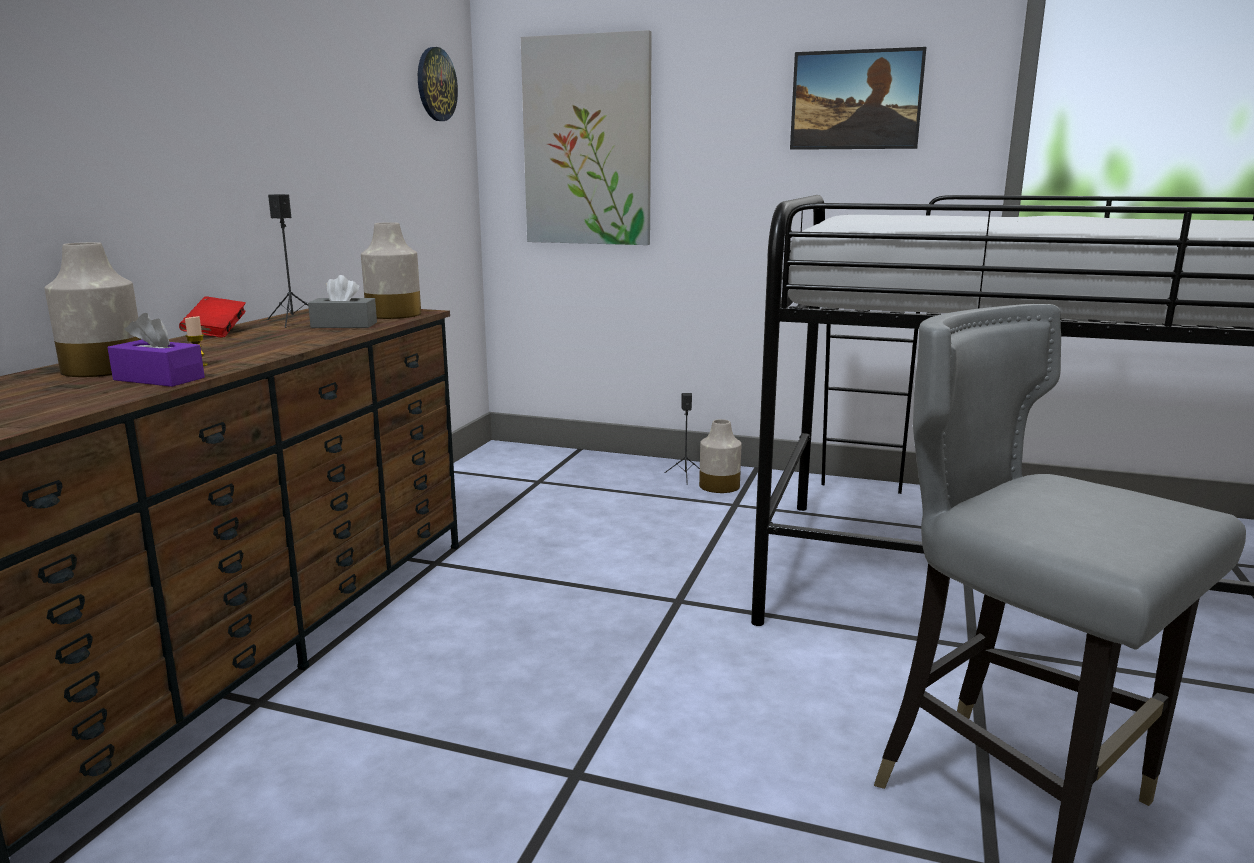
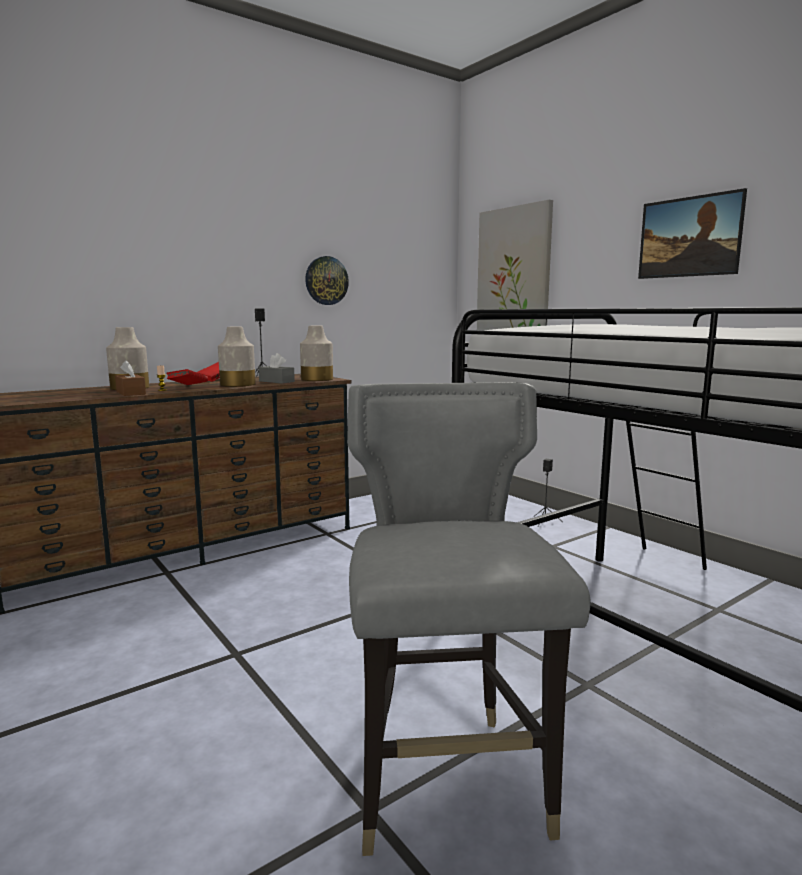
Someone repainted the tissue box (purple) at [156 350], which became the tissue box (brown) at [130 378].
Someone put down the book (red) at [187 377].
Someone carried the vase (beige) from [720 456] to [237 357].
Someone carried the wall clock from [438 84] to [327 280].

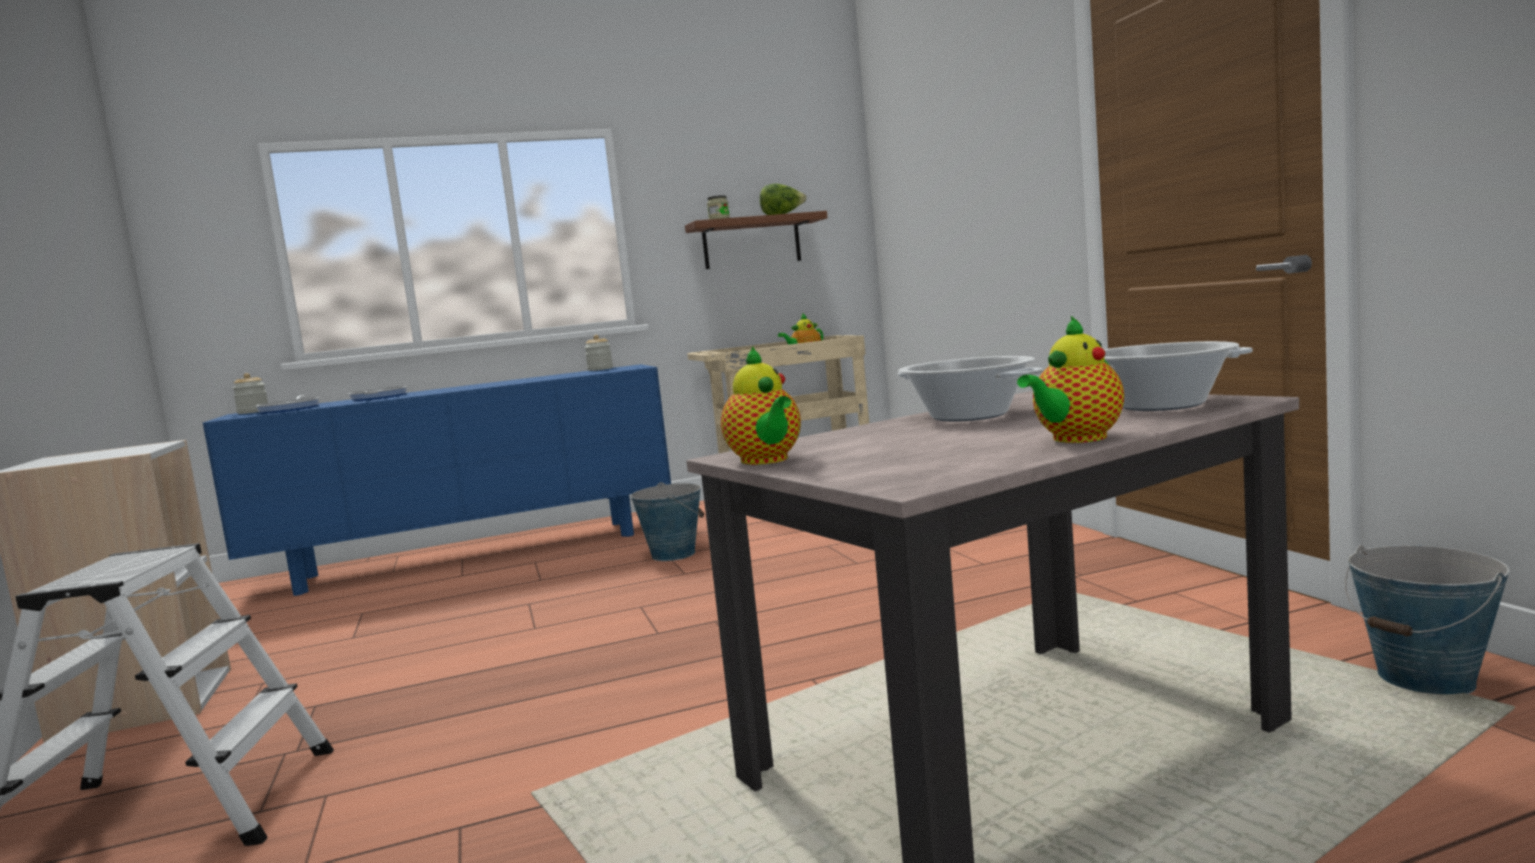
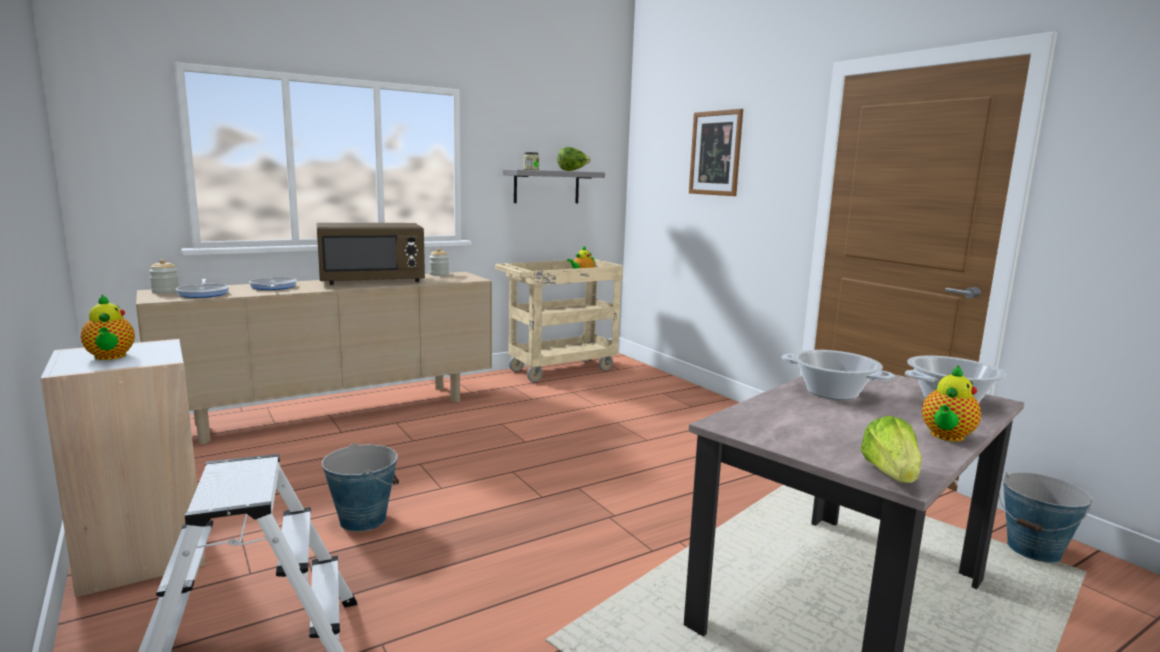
Someone carried the teapot from [761 406] to [108 327].
Someone repainted the cabinet (blue) at [437 480], which became the cabinet (beige) at [314 358].
Someone put down the microwave (brown) at [371 254].
Someone carried the bucket from [668 521] to [360 487].
Someone repainted the shelf (brown) at [756 240], which became the shelf (grey) at [554 186].
Someone put up the picture at [716 152].
Someone put down the lettuce at [891 449].

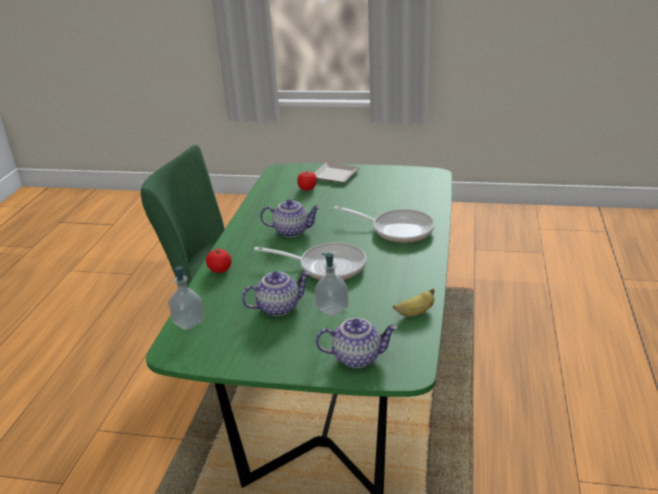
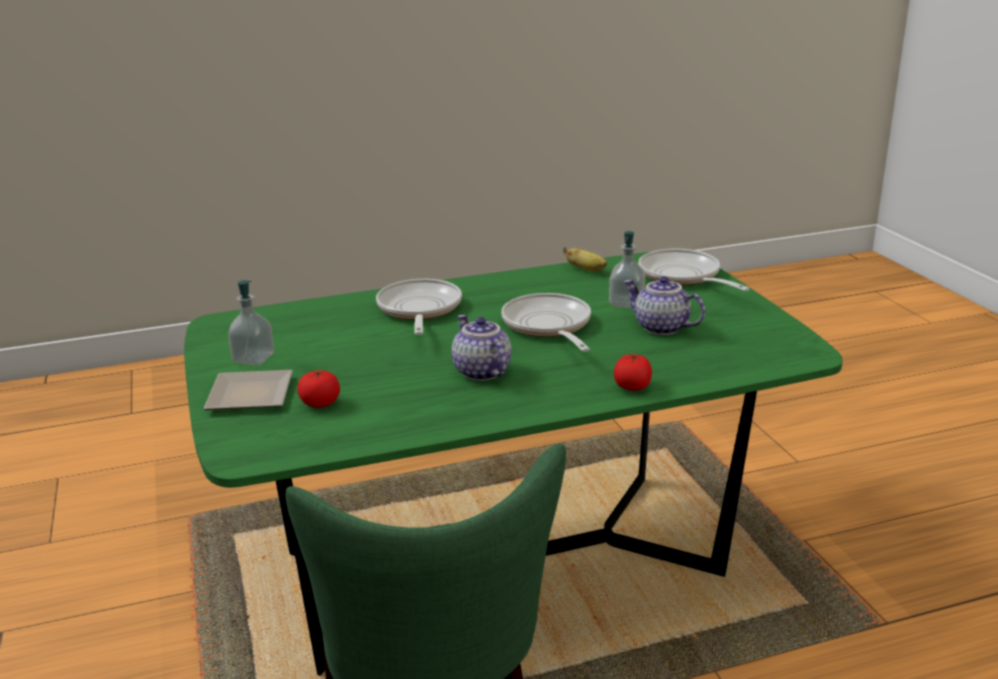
Someone carried the soap dispenser from [186 298] to [251 323].
Someone swapped the teapot at [357 343] for the frying pan at [694 270].

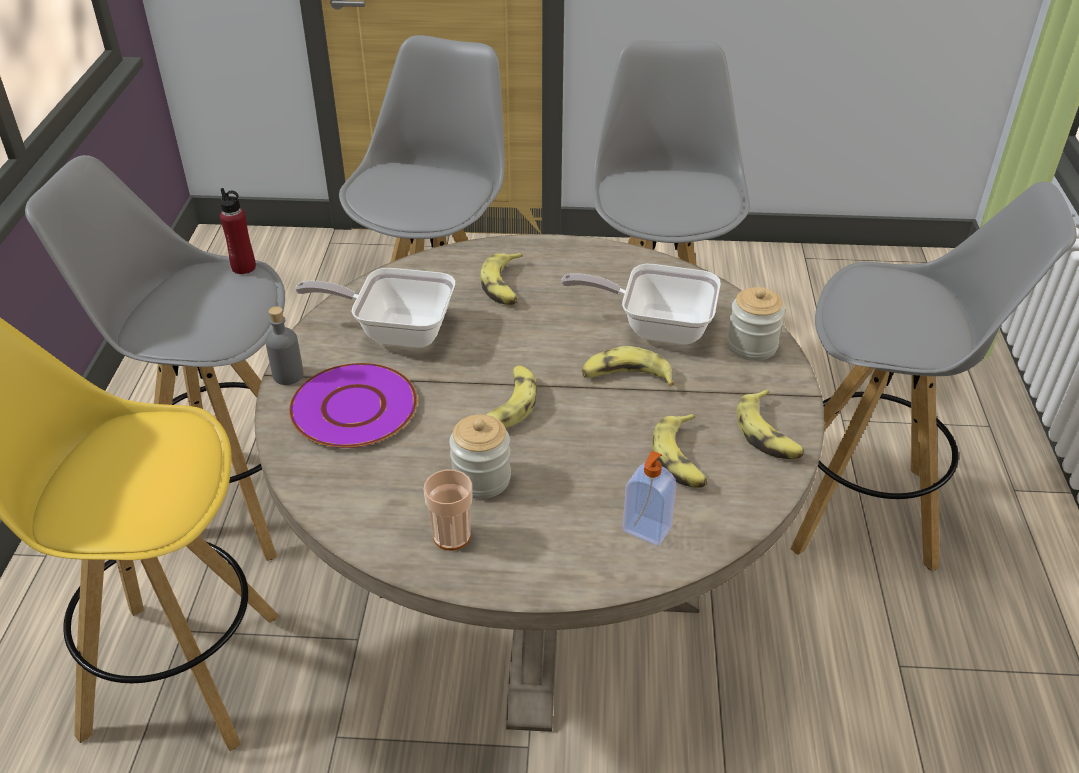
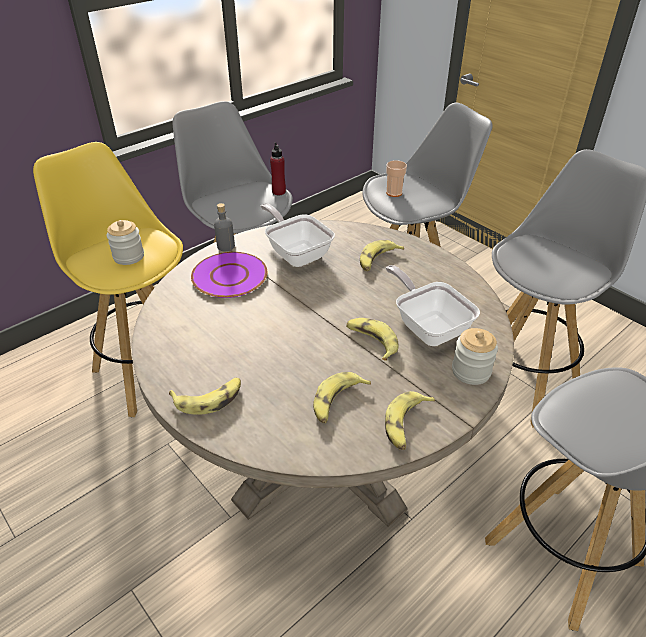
Someone carried the jar from [480 457] to [125 242].
Someone carried the banana from [504 396] to [205 396].
Someone carried the cup from [448 510] to [396 178].
Someone took away the soap dispenser at [650 498].

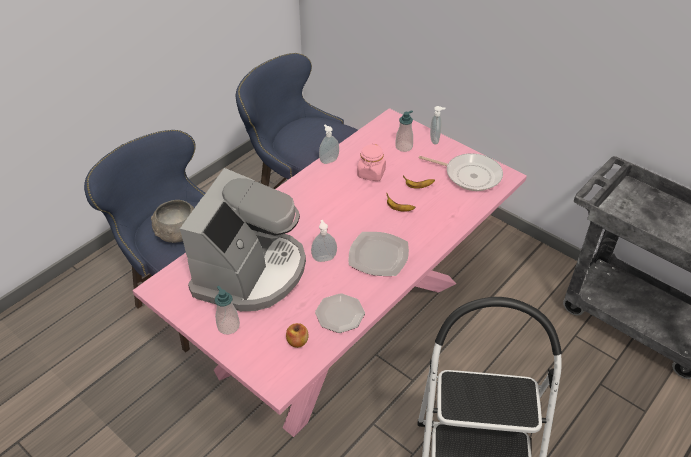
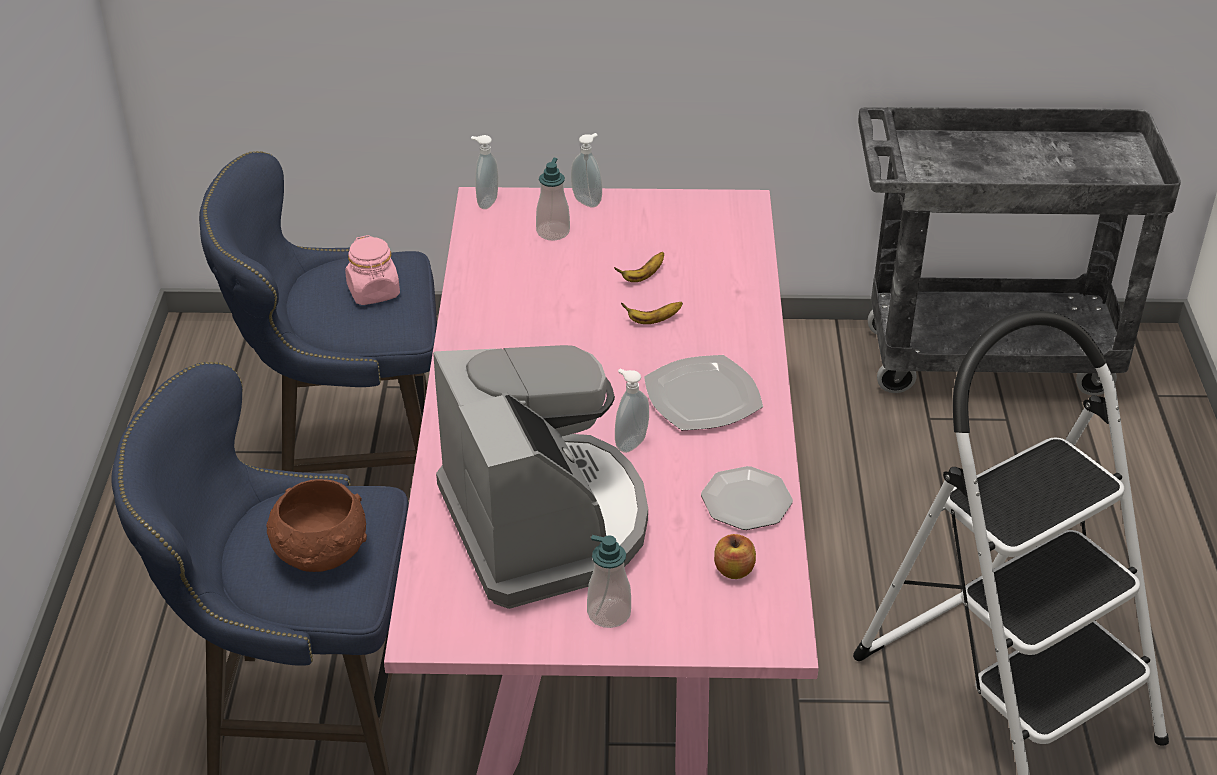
Someone repainted the bowl (grey) at [172 221], which became the bowl (brown) at [316 525].
Someone carried the jar (pink) from [371 162] to [372 270].
Someone carried the soap dispenser from [329 144] to [484 172].
Someone took away the frying pan at [460 172].

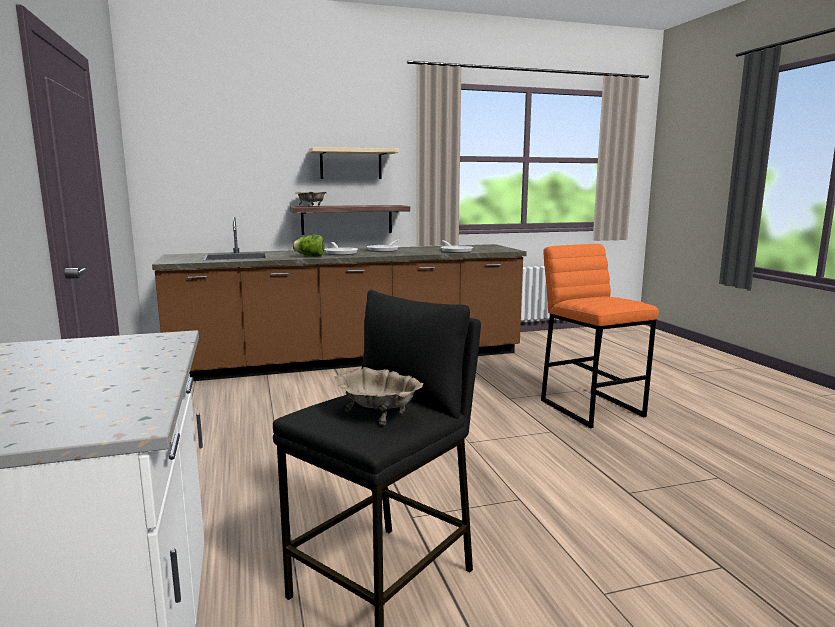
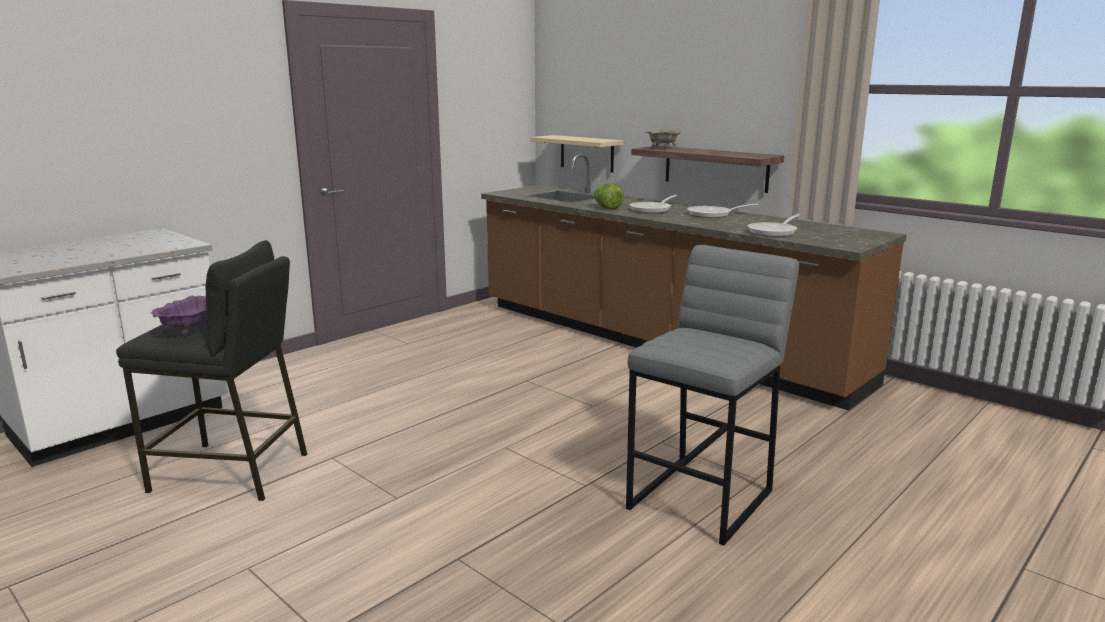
Someone repainted the bowl (beige) at [379 396], which became the bowl (purple) at [179 316].
Someone carried the shelf (beige) from [354 163] to [577 154].
Someone repainted the stool (orange) at [600 336], which became the stool (grey) at [712 395].

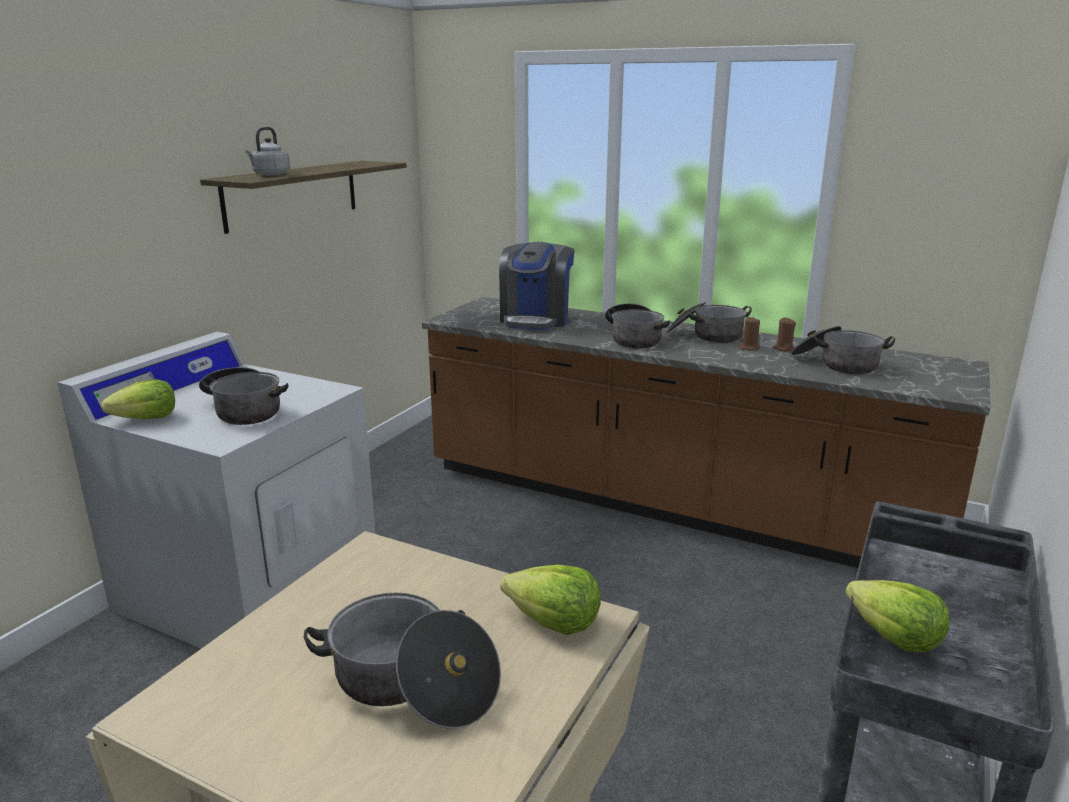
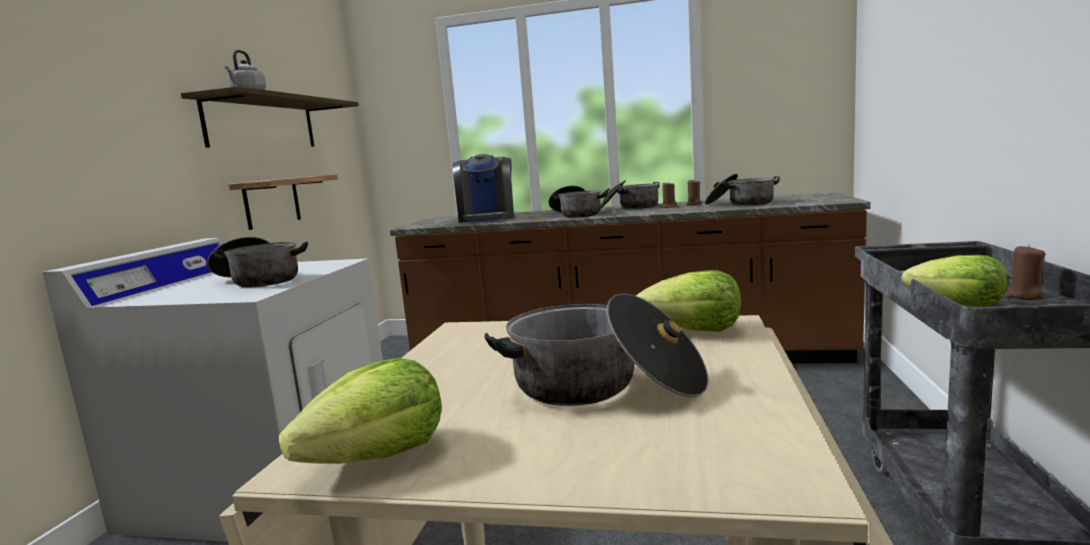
Someone put up the shelf at [283 202].
Someone carried the lettuce from [138 399] to [360 411].
Someone put down the candle (brown) at [1024 272].

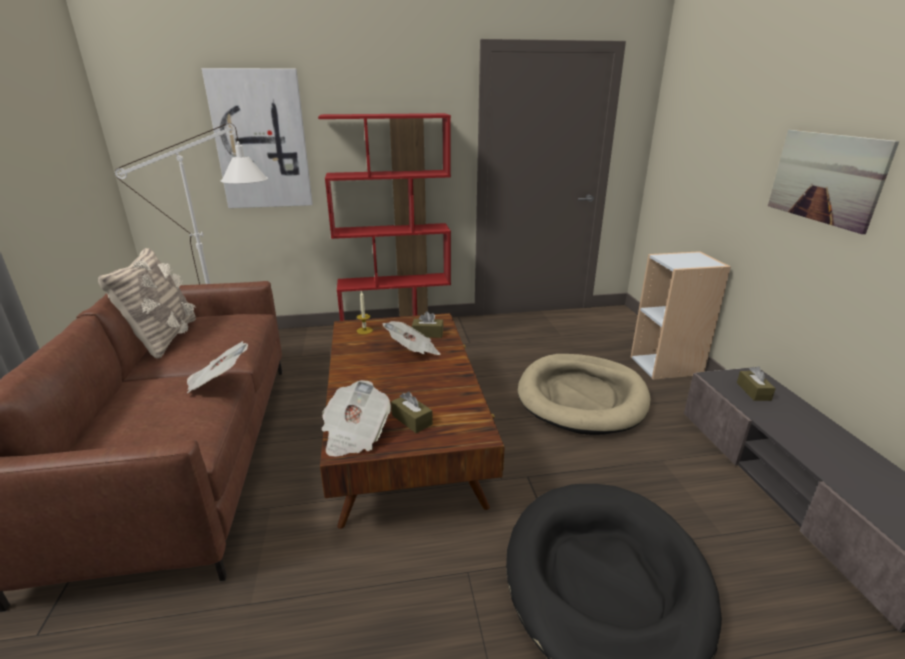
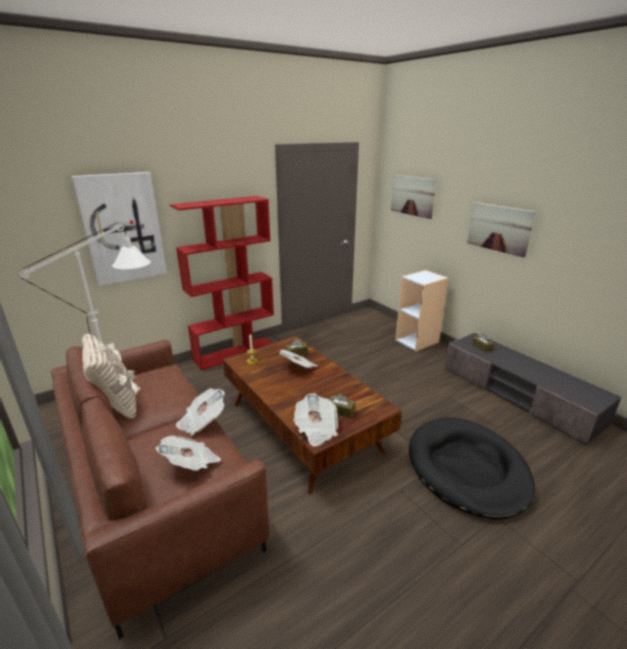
Someone put down the newspaper at [188 453].
Someone put up the picture at [413 197].
Someone took away the dog bed (beige) at [584 394].

